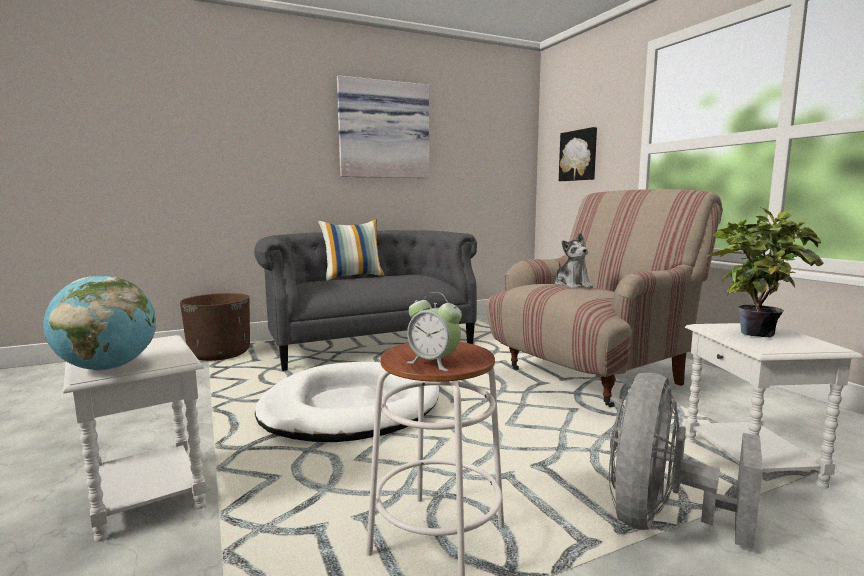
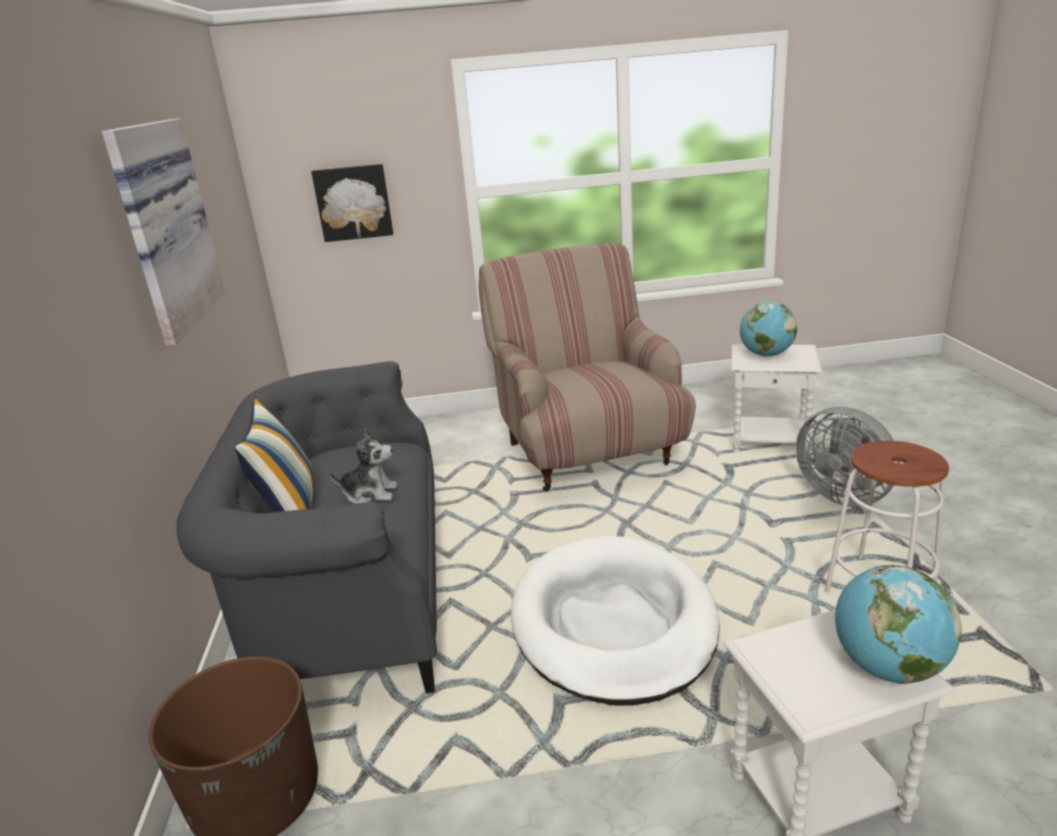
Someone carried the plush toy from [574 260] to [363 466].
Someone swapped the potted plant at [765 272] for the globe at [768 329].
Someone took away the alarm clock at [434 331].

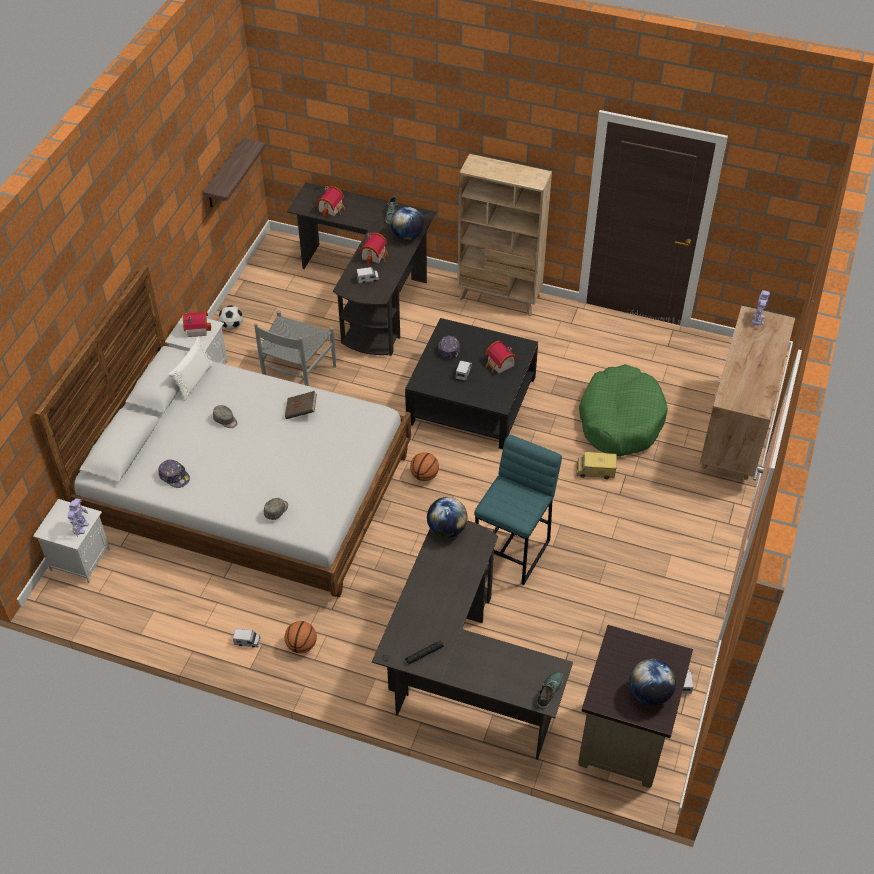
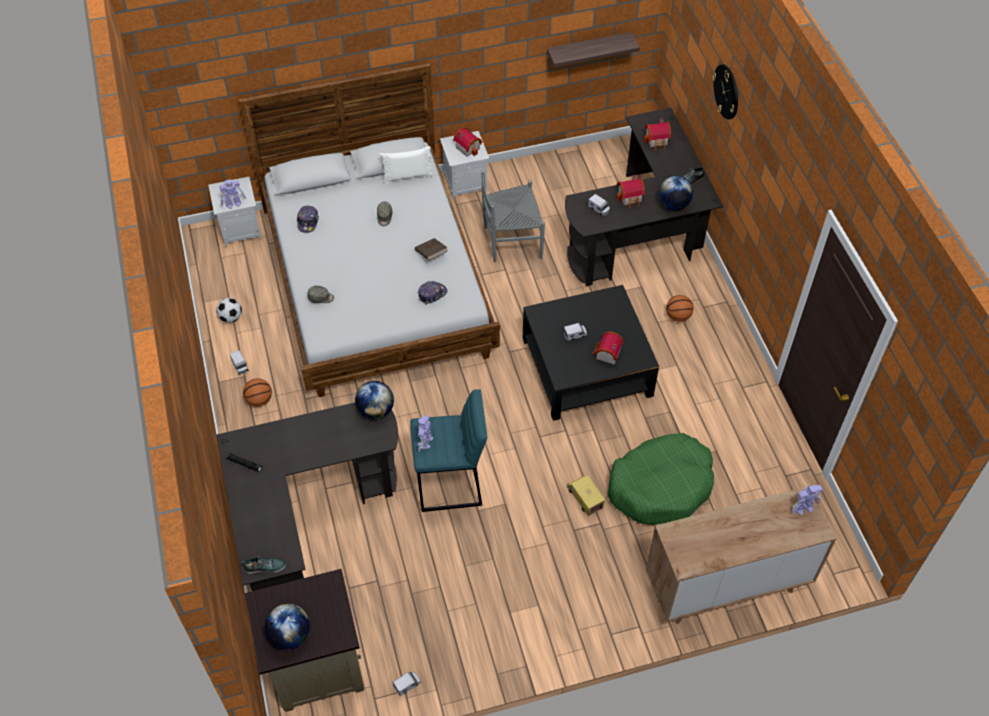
Someone carried the football from [231 317] to [229 310].
Someone carried the cap from [449 347] to [432 292].
Someone put down the toy robot at [425 433].
Someone carried the basketball from [424 466] to [680 308].
Someone put up the wall clock at [725 92].
Someone took away the bookcase (beige) at [504 235].

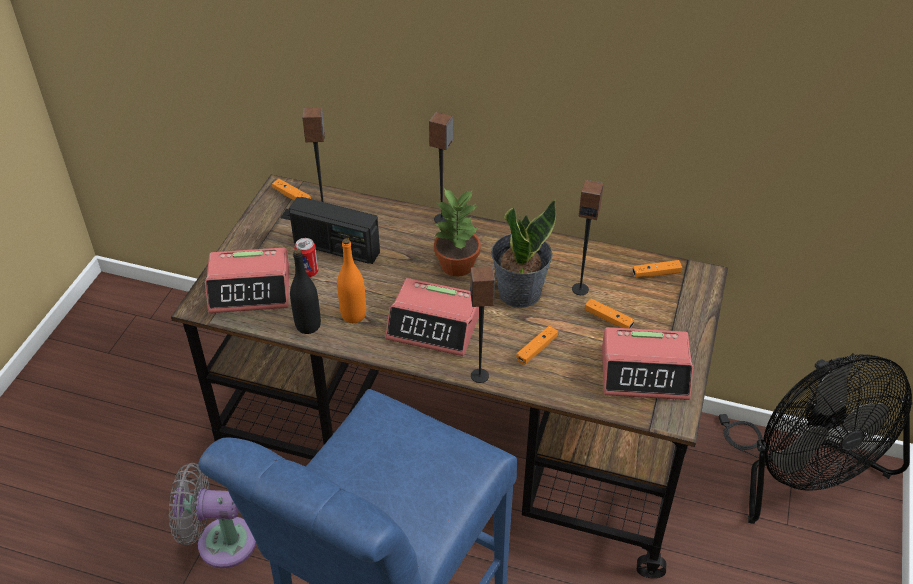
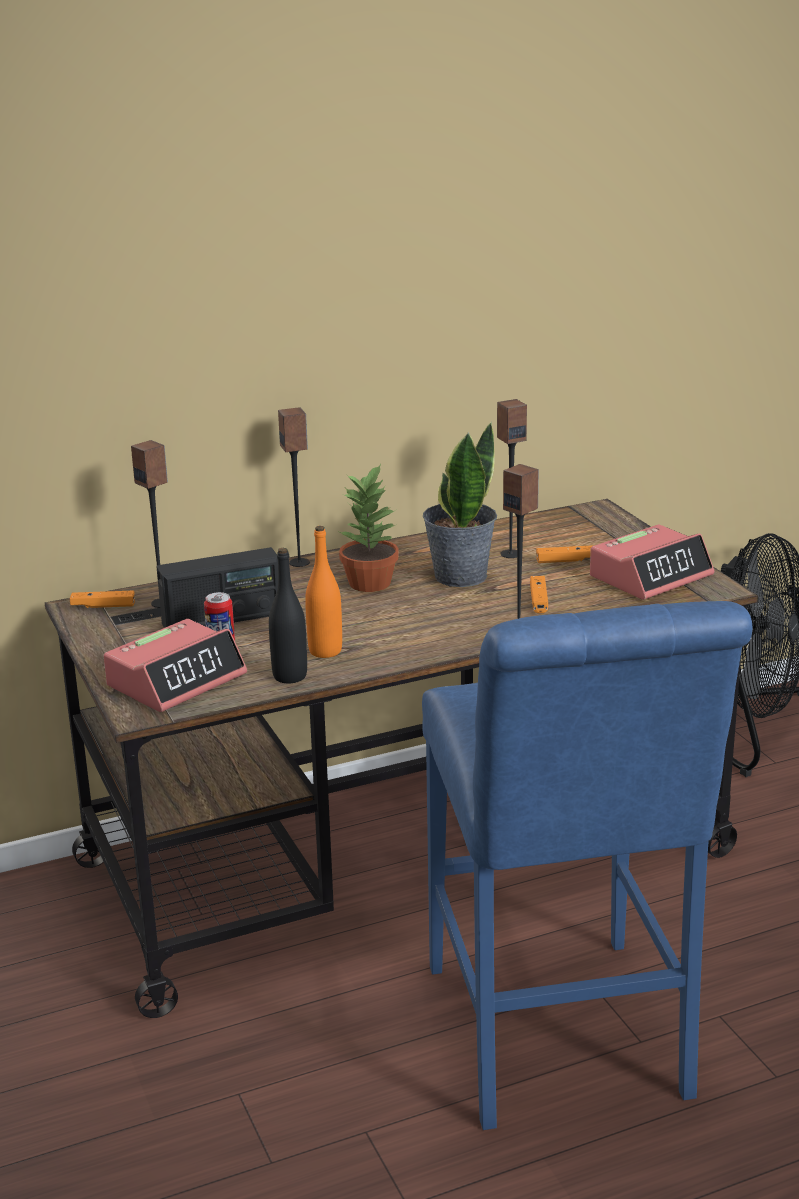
Someone took away the fan (grey) at [212 515].
Someone took away the alarm clock at [432 317].
Someone took away the game controller (orange) at [657 268].

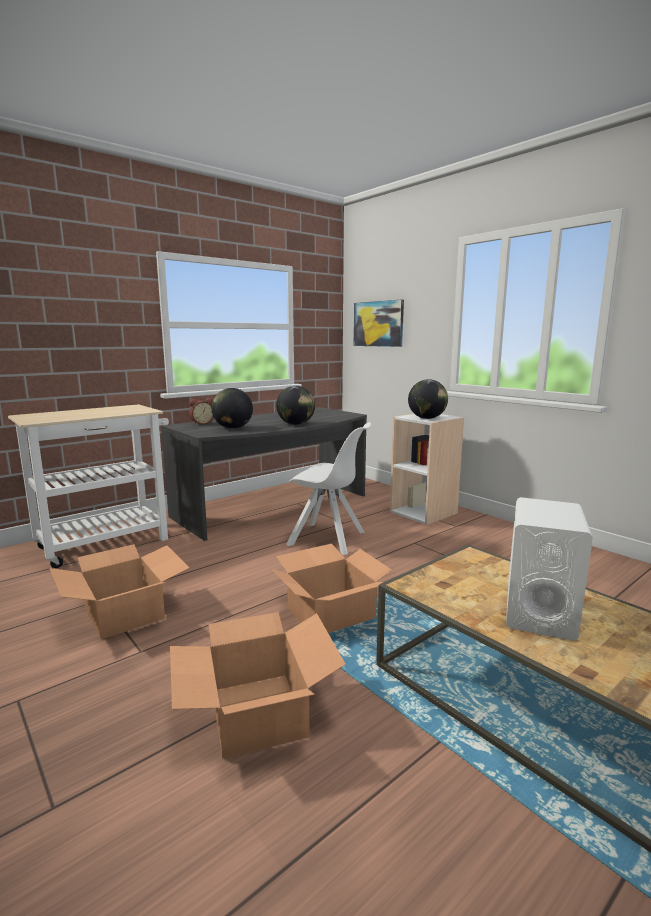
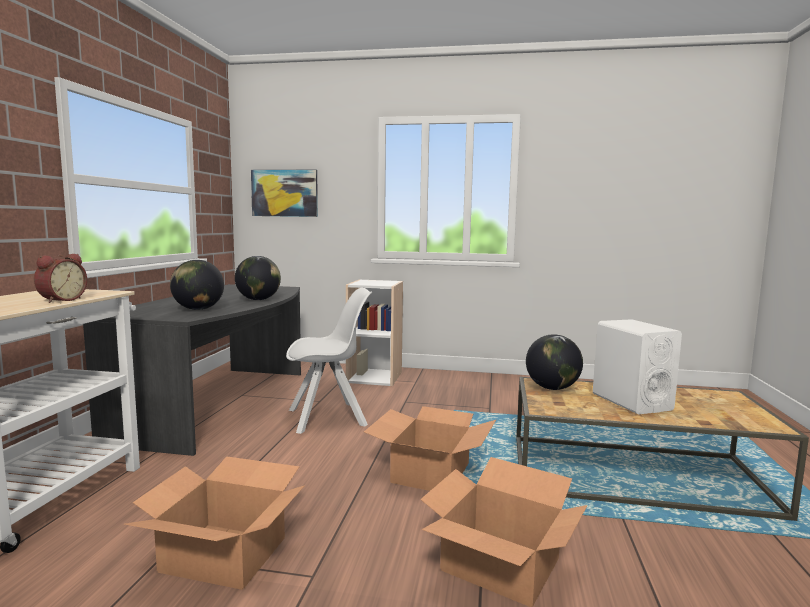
Someone carried the alarm clock from [201 411] to [60 278].
Someone carried the globe from [428 399] to [554 362].

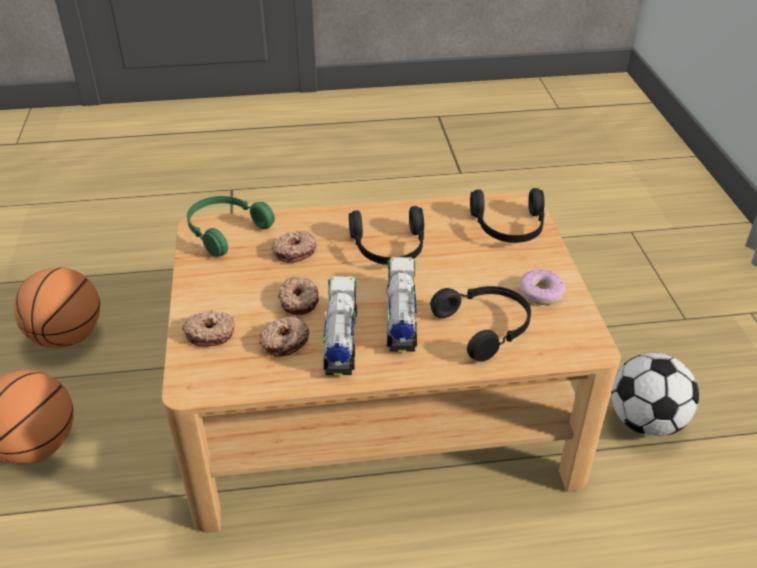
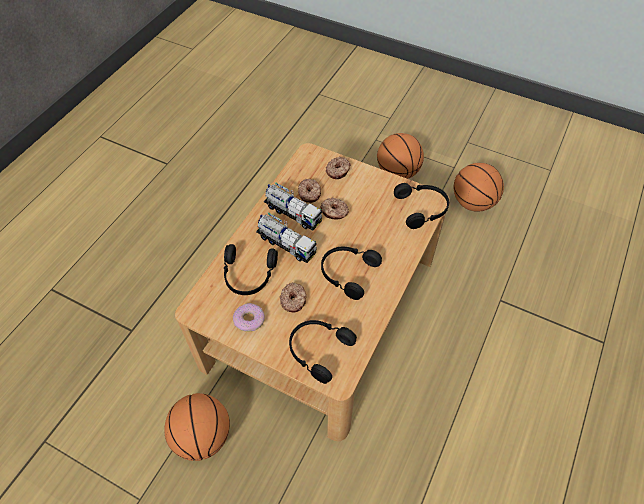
Someone swapped the football at [655 395] for the basketball at [197 427].
Someone carried the donut from [294 247] to [293 298].
Someone repainted the headphones (green) at [231 226], which became the headphones (black) at [421 206].

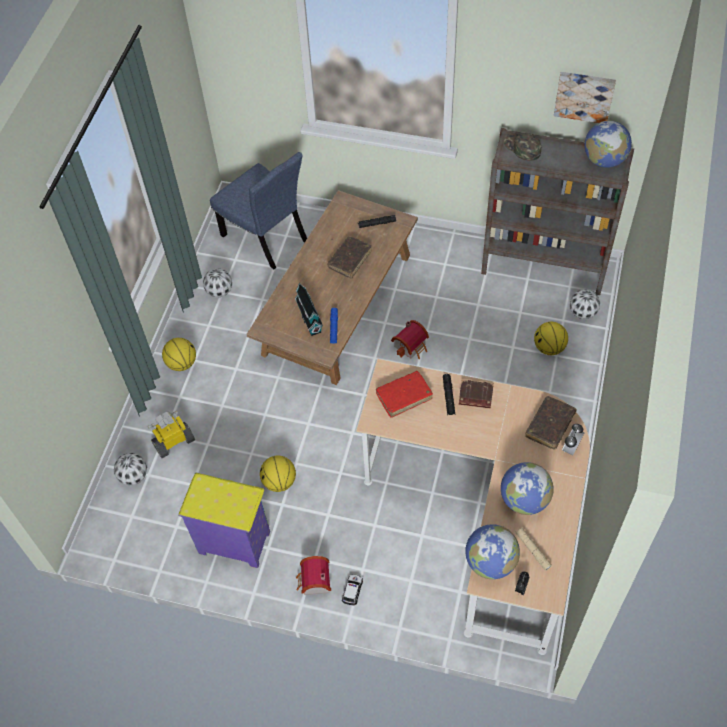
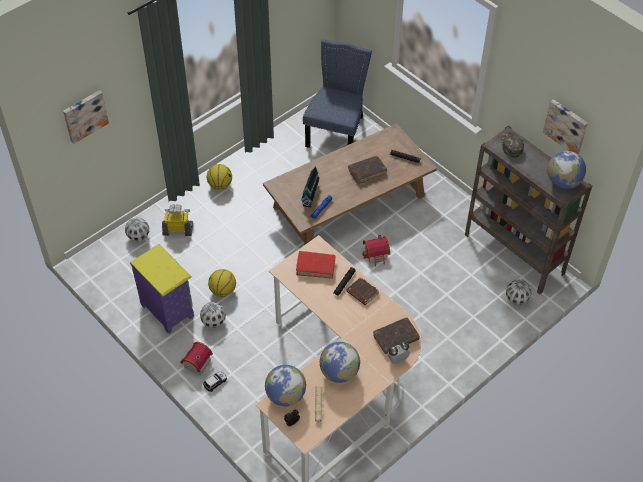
Someone put up the picture at [86 117].
Someone carried the football from [217 282] to [213 315].
Someone rotated the chair (blue) at [258 210] by 150 degrees counterclockwise.
Someone took away the basketball at [551 338].

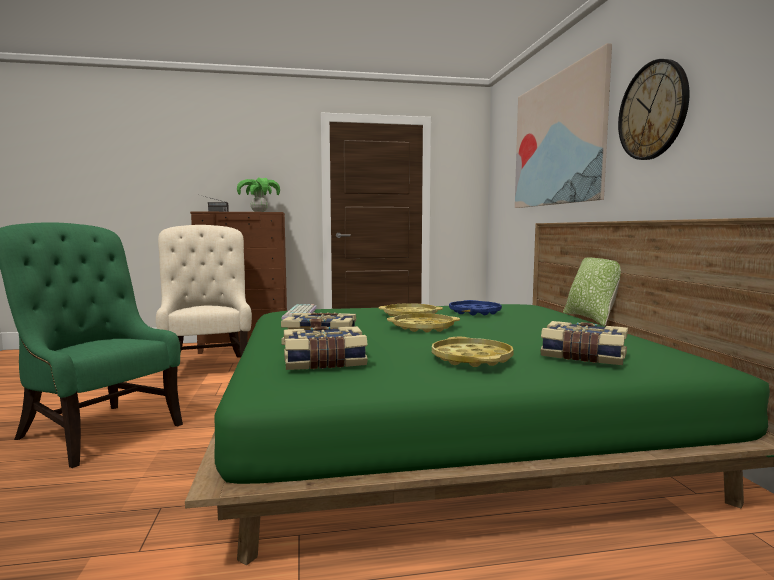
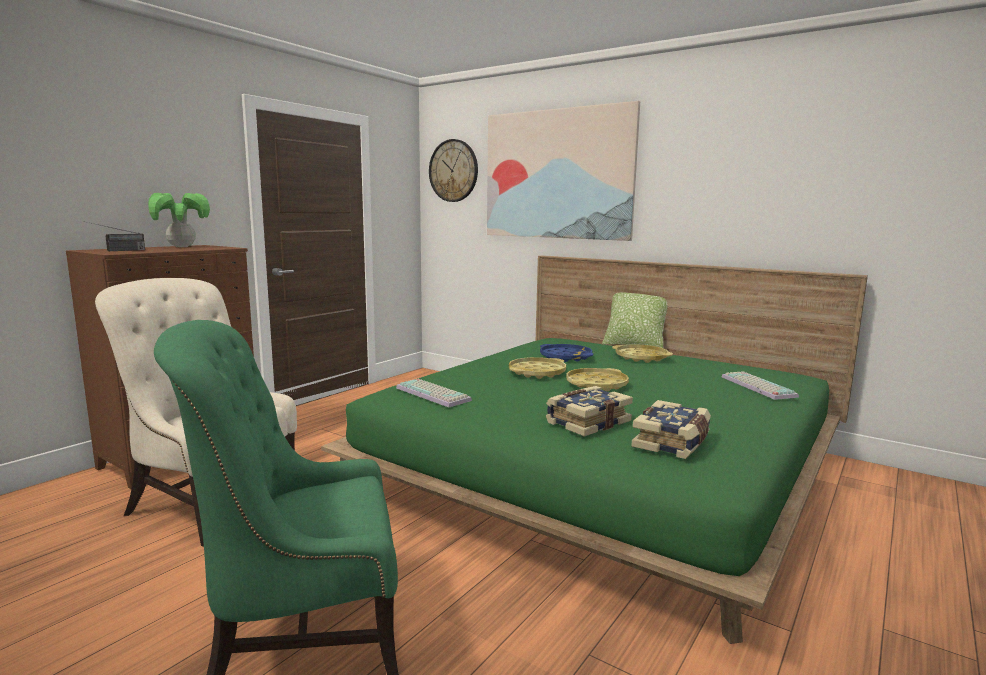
Someone carried the wall clock from [654 109] to [453 170].
Someone carried the tray (yellow) from [473 352] to [642 353].
Someone swapped the book at [584 343] for the keyboard at [760 385].

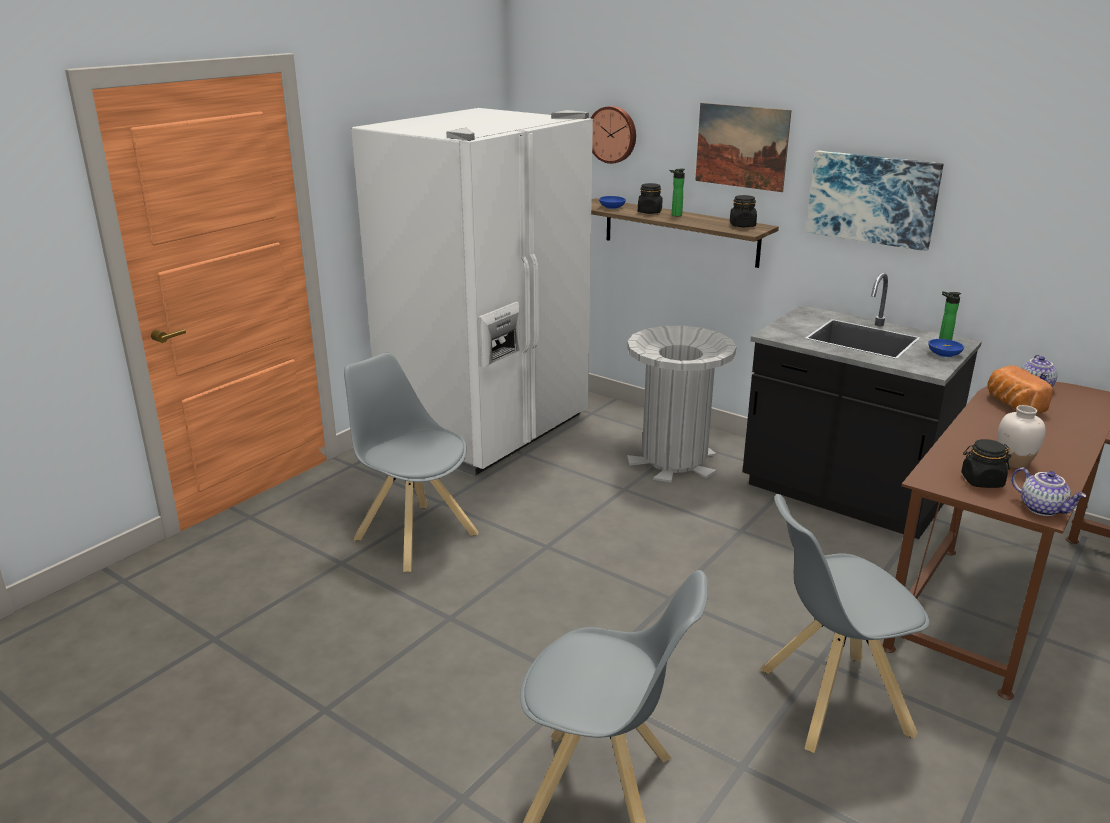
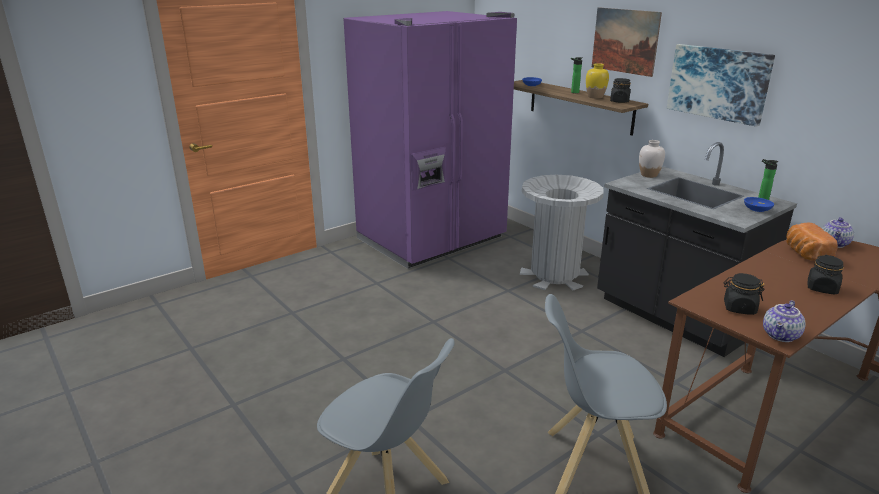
Someone repainted the fridge (white) at [472 292], which became the fridge (purple) at [430 140].
Someone put down the vase (yellow) at [597 81].
Someone carried the vase (white) from [1021 437] to [652 159].
Someone rotated the teapot at [1049 492] by 60 degrees clockwise.
Someone carried the jar (black) from [650 198] to [826 275].
Someone took away the chair (grey) at [411 462].
Someone took away the wall clock at [613 135].

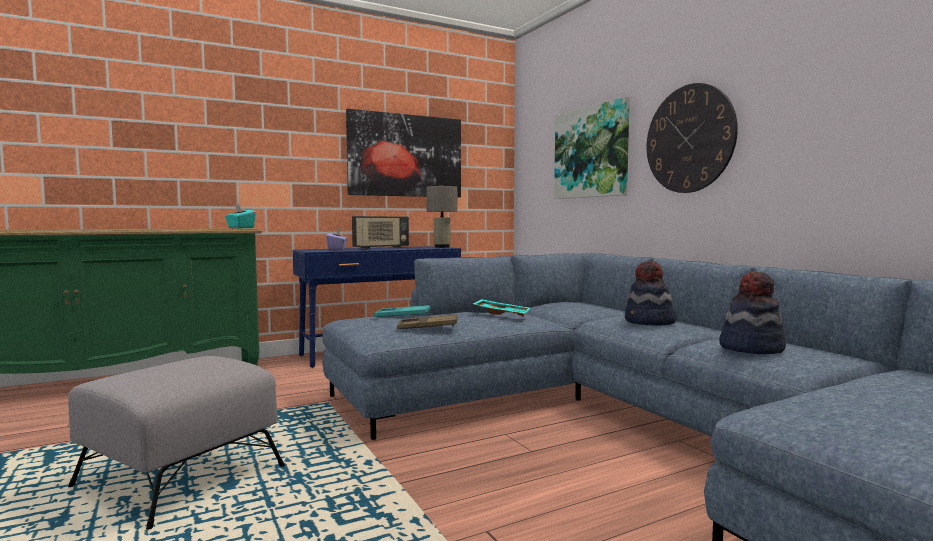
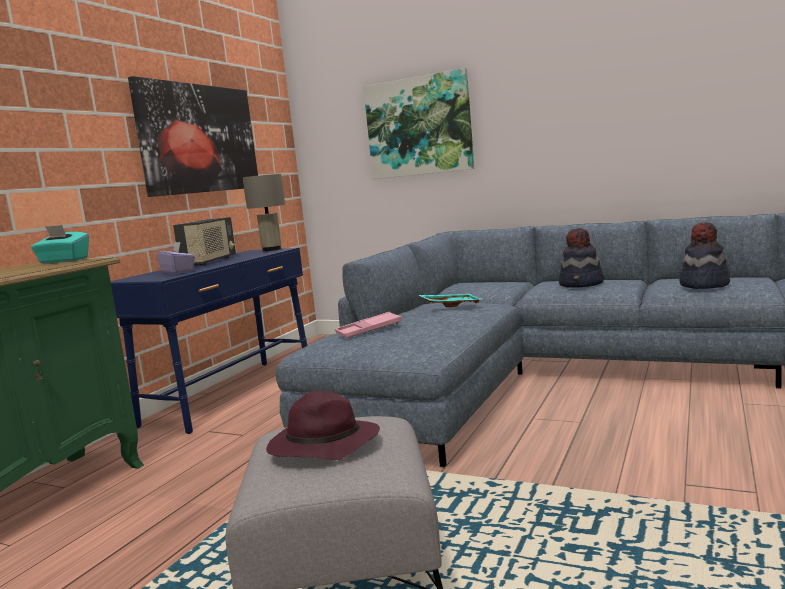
Someone put down the hat (purple) at [323 425].
Someone repainted the tray (turquoise) at [401 311], which became the tray (pink) at [368 325].
Someone took away the tray (brown) at [427 321].
Someone took away the wall clock at [692 138].

